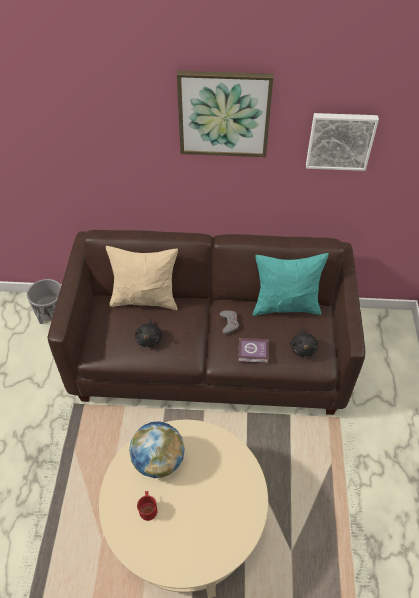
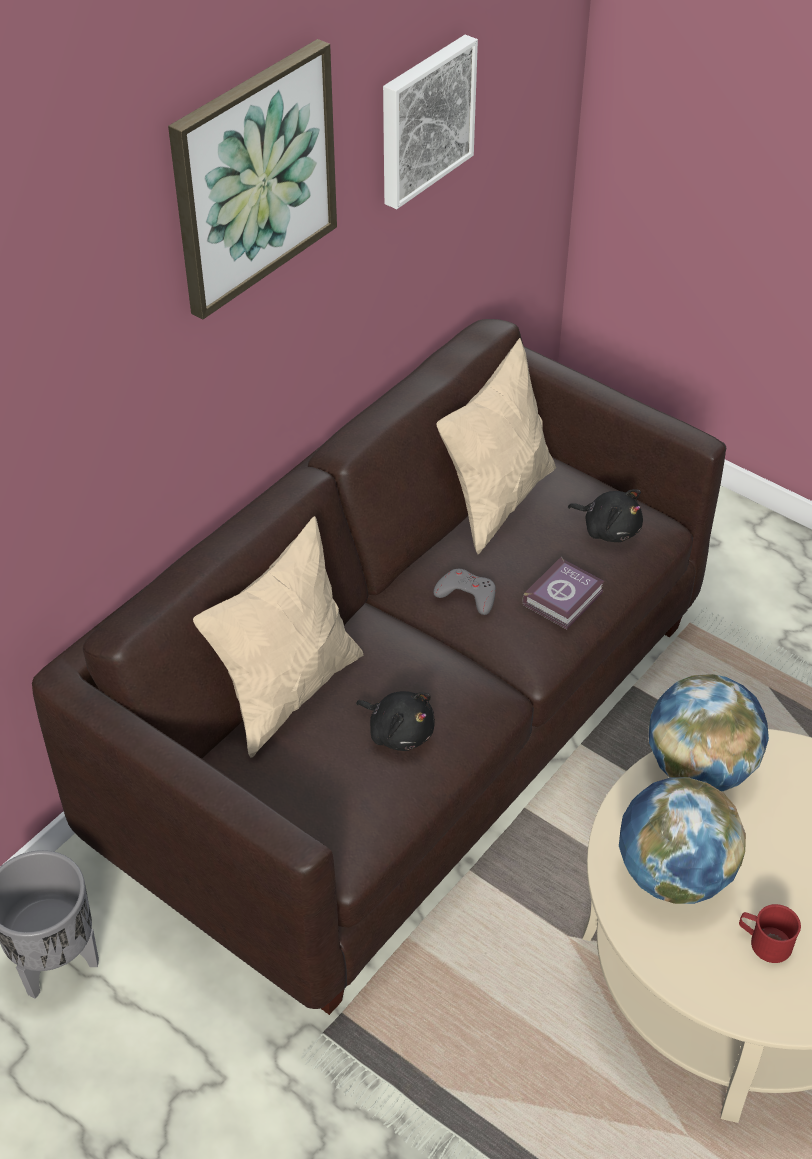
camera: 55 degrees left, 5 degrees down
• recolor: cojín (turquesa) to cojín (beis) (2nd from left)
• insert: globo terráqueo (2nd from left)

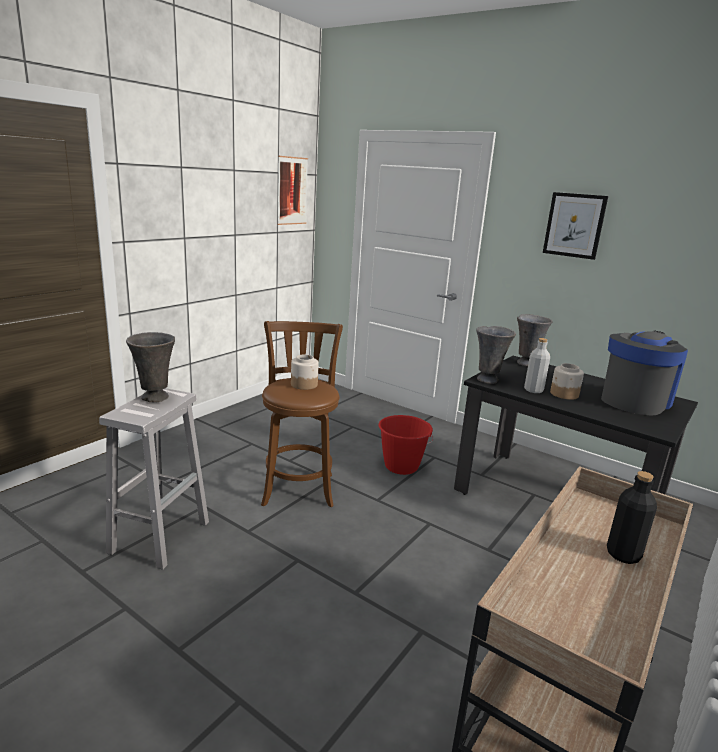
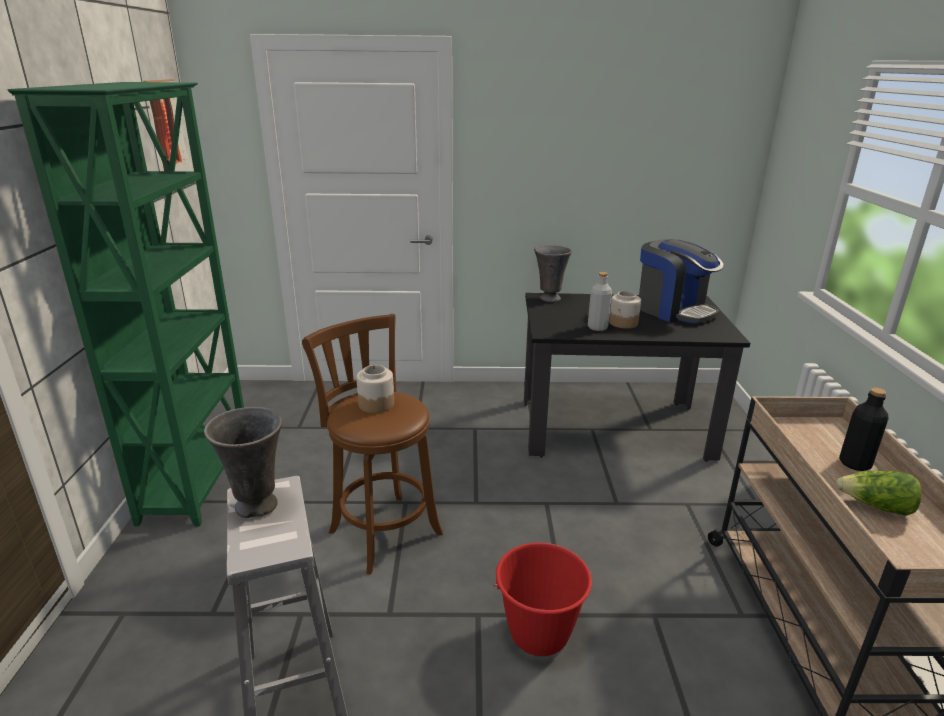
camera: 35 degrees left, 5 degrees up
• move: cubo (rojo)
• delete: florero (gris) (2nd from left)
• delete: cuadro (2nd from left)
• rotate: cafetera 135 degrees clockwise
• insert: estantería (verde)
• insert: lechuga

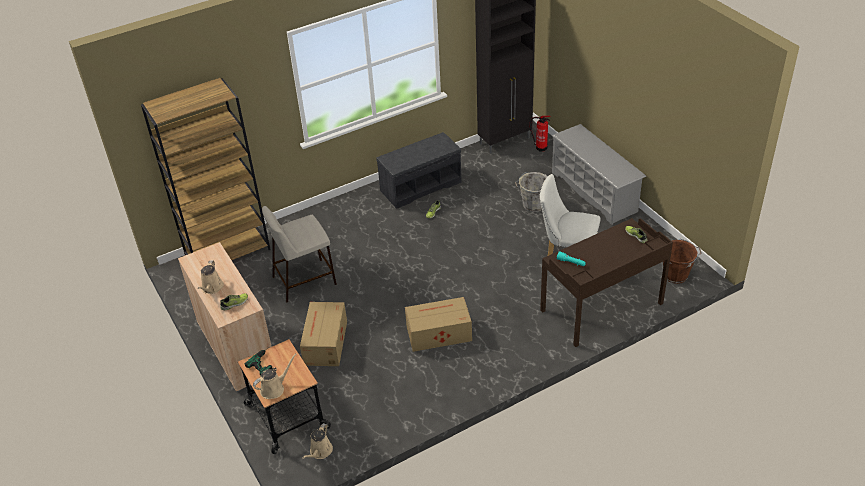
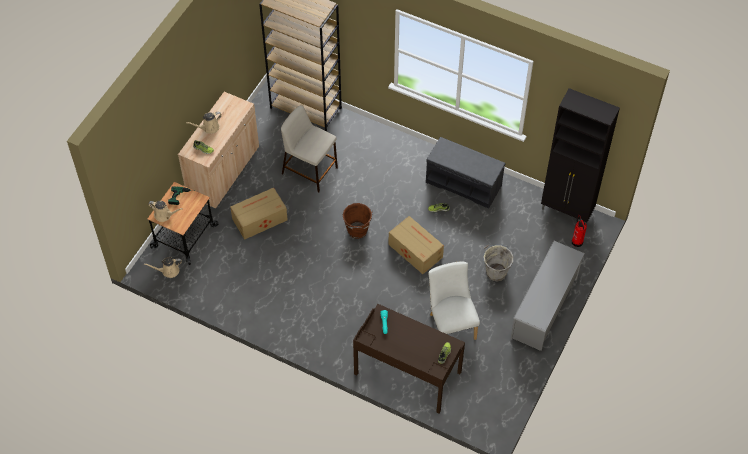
camera: 55 degrees right, 15 degrees up
• move: caja de cartón (2nd from left)
• move: cubo (marrón)

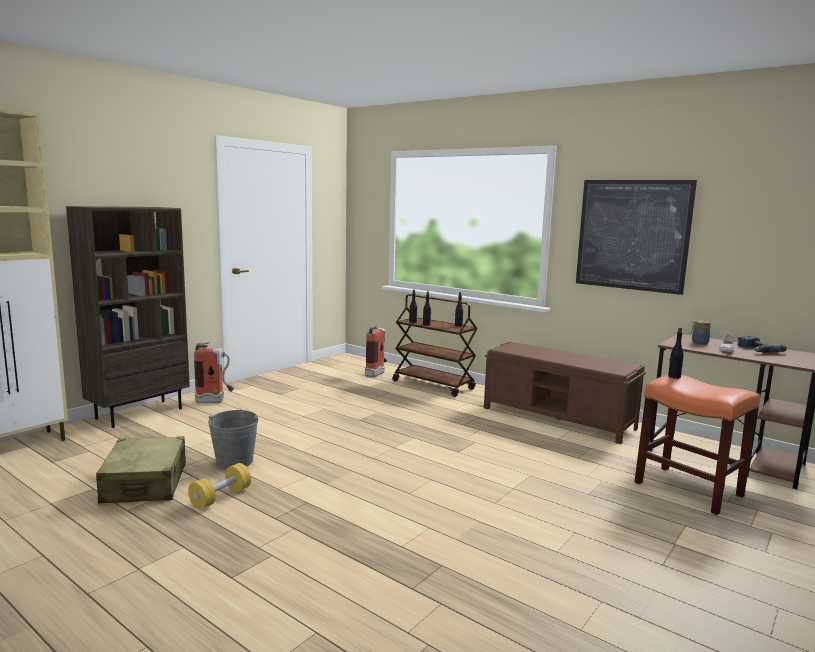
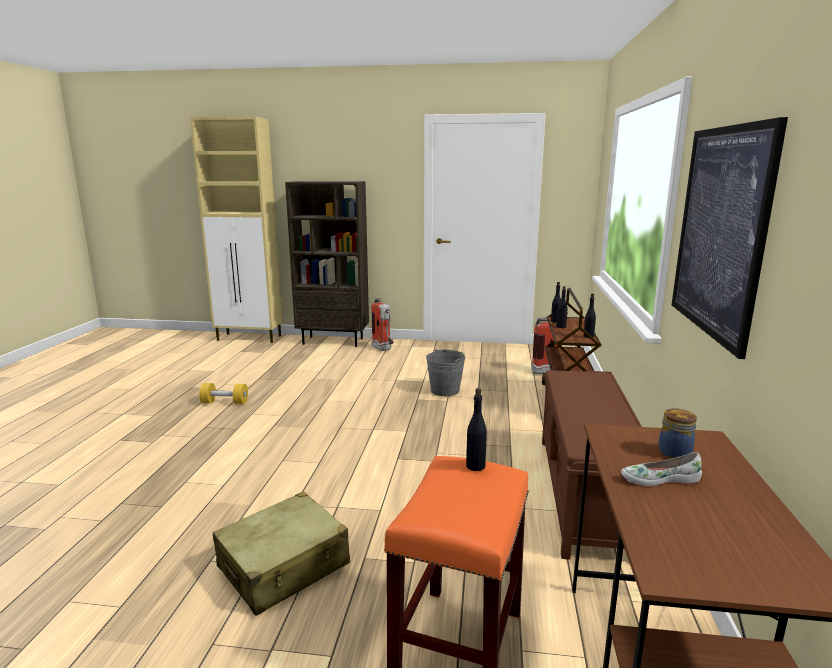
camera: 60 degrees right, 5 degrees up
• move: maleta (beis)
• move: cubo (gris)
• delete: taladro

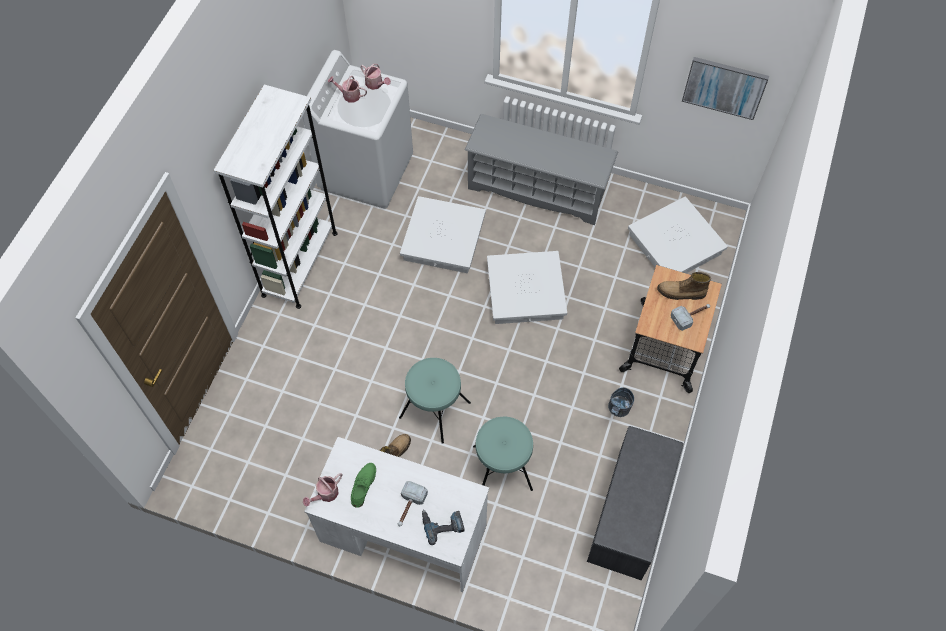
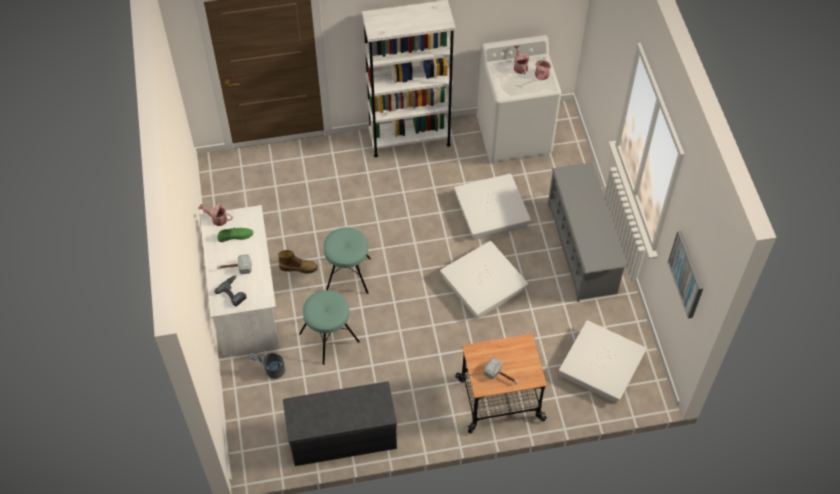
camera: 60 degrees right, 5 degrees down
• move: cubo (gris)
• delete: bota (2nd from left)

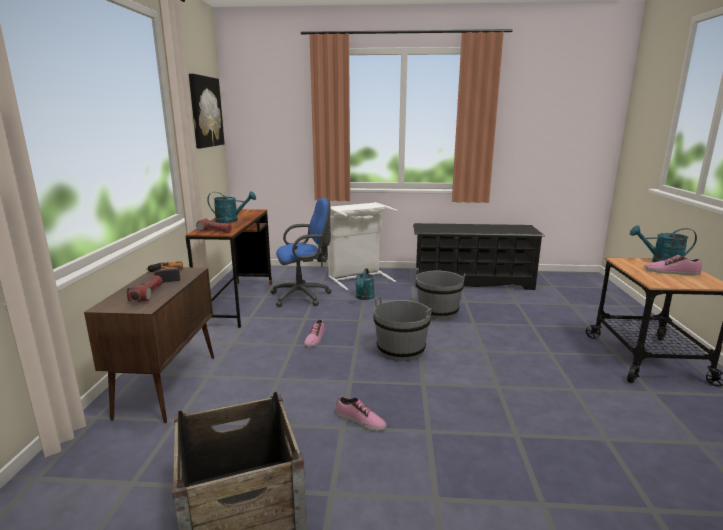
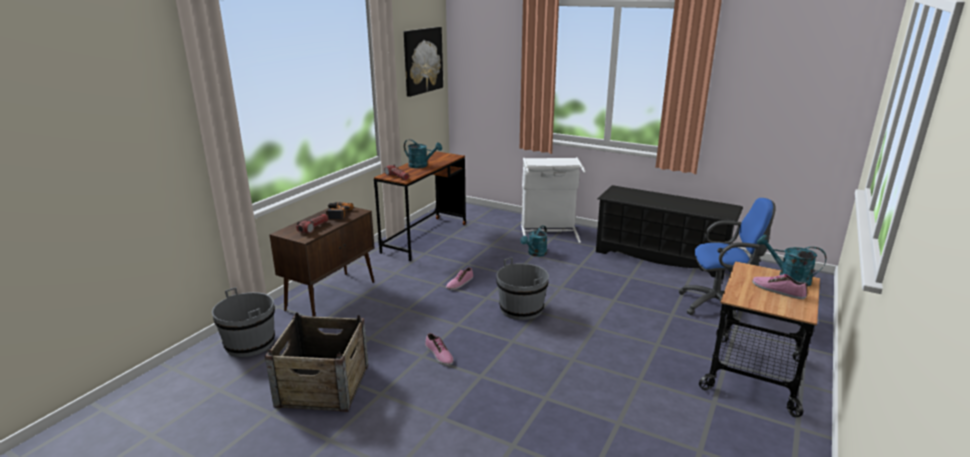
camera: 25 degrees right, 5 degrees up
• move: silla de oficina (azul)
• move: cubo (gris) (2nd from left in the first image) to cubo (gris) (1st from left)

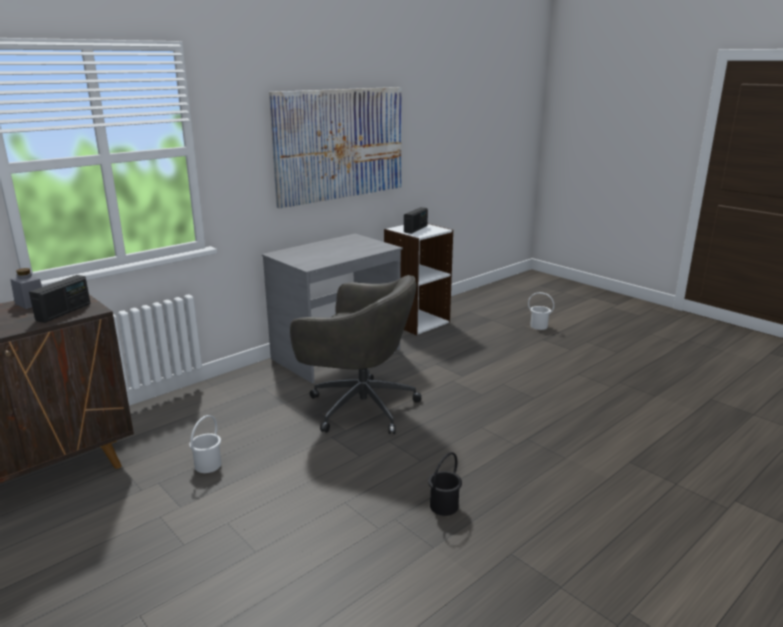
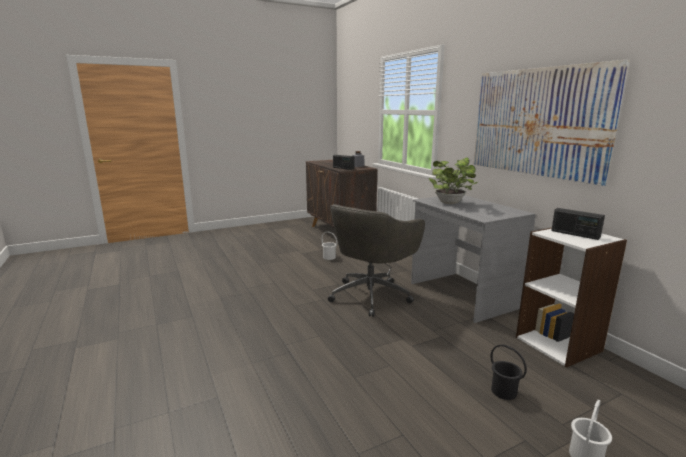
camera: 105 degrees right, 5 degrees down
• move: cubo (negro)
• insert: planta en maceta

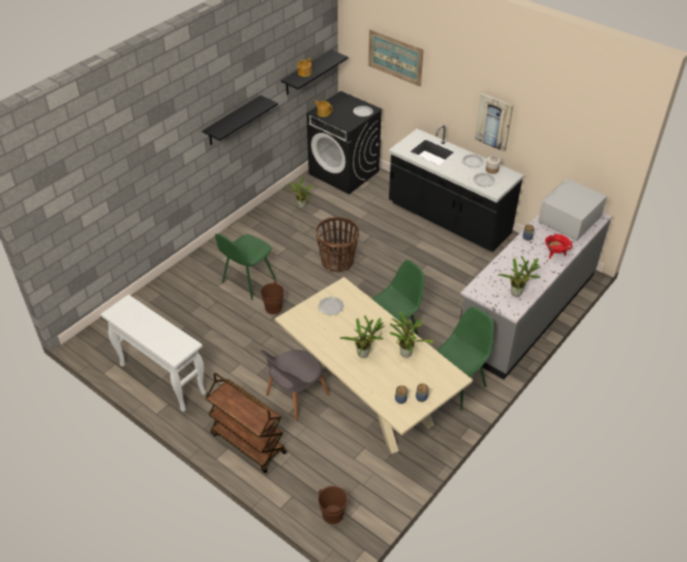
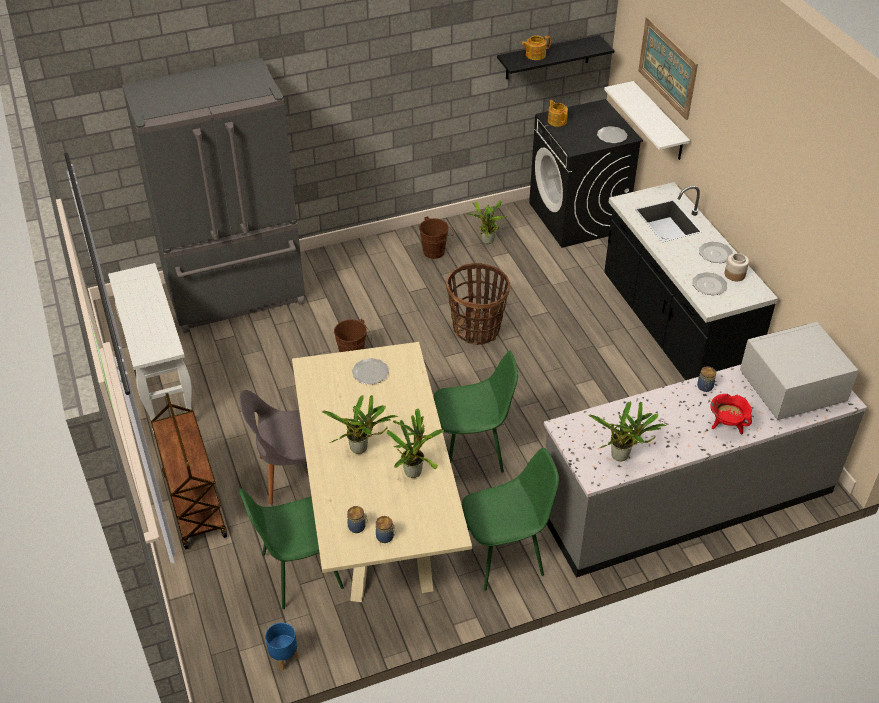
camera: 30 degrees right, 0 degrees up
• delete: estante (negro) (1st from left)
• move: silla (verde) (1st from left)
• move: cubo (marrón) (2nd from left)
• delete: cuadro (2nd from left)
• insert: nevera (gris)
• insert: maceta (azul)
• insert: estante (blanco)

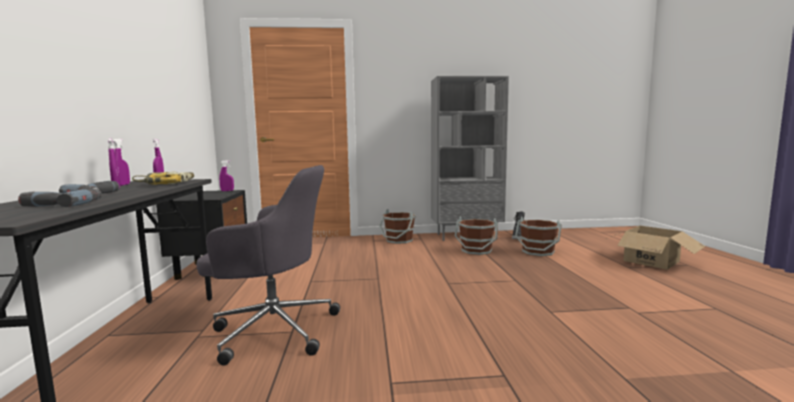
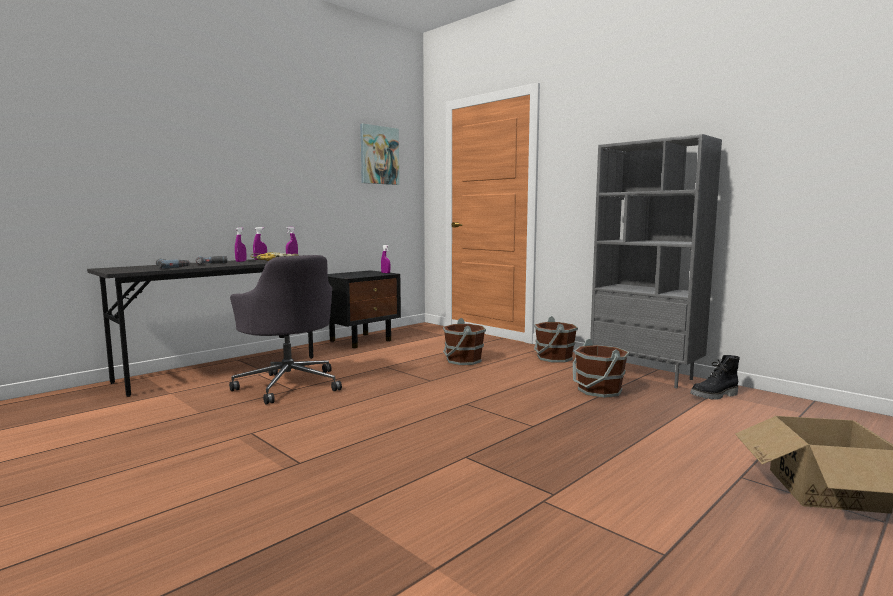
camera: 50 degrees right, 0 degrees up
• move: cubo (marrón) (3rd from left in the first image) to cubo (marrón) (1st from left)
• insert: cuadro

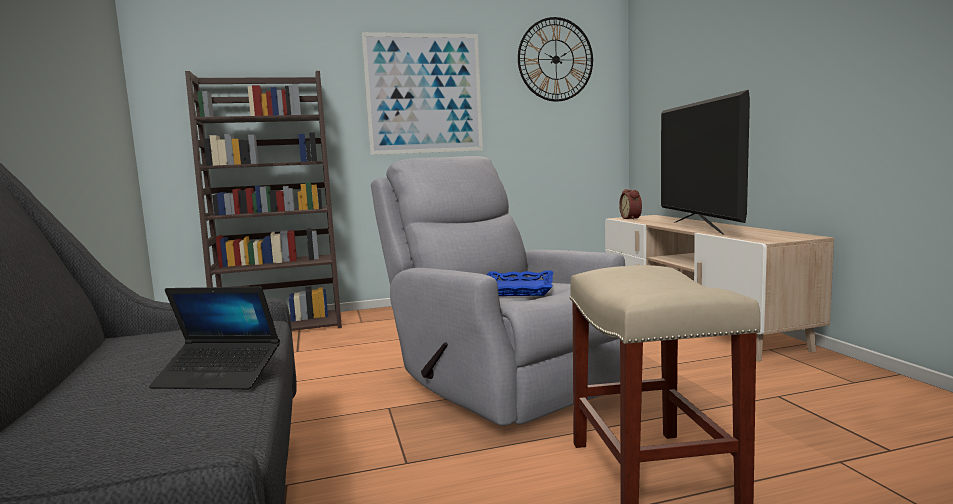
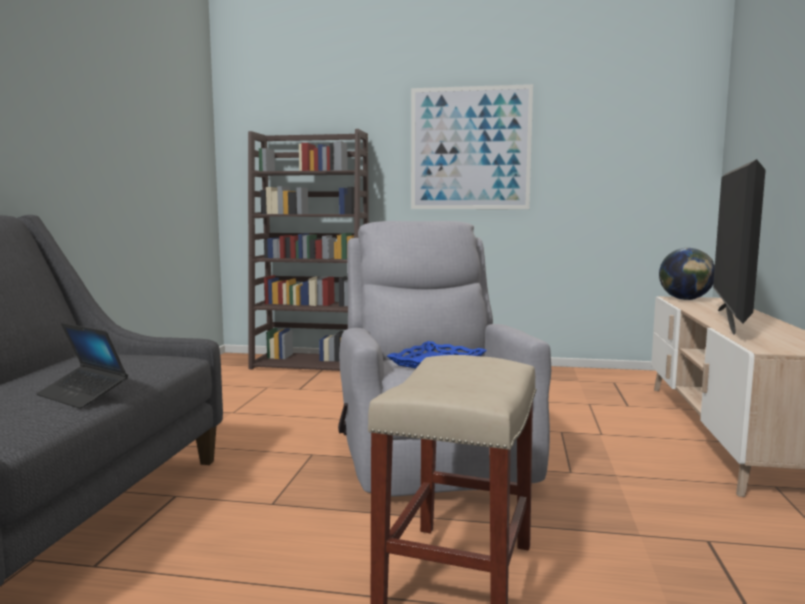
camera: 25 degrees right, 0 degrees up
• delete: reloj de pared
• replace: despertador to globo terráqueo

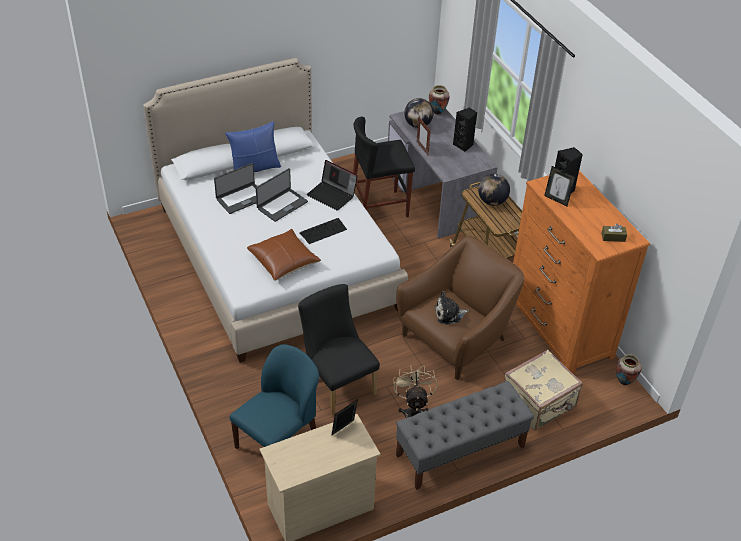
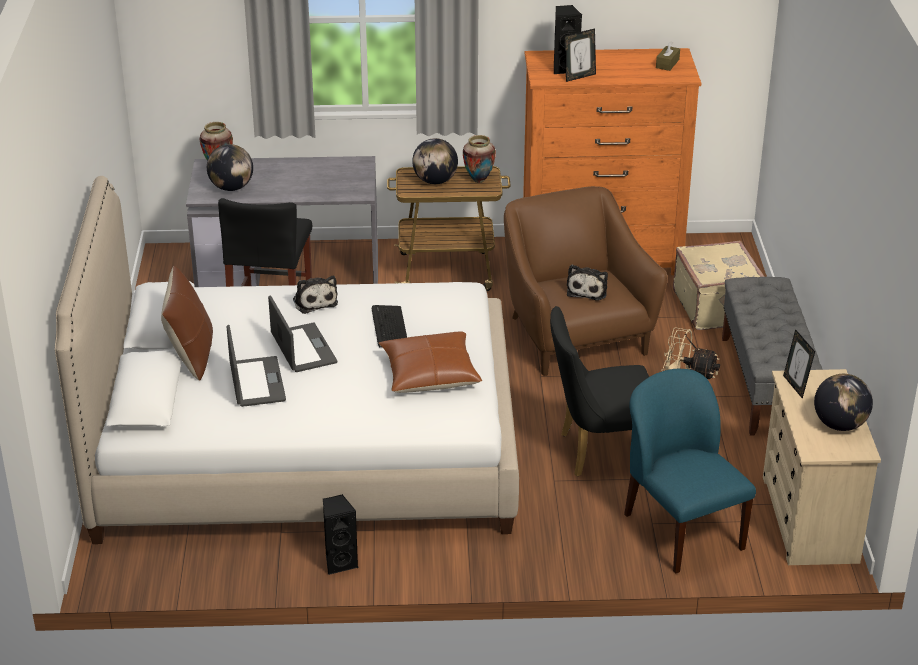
camera: 65 degrees left, 10 degrees down
• recolor: cojín (azul) to cojín (marrón) (1st from left)
• replace: portátil (3rd from left) to peluche (1st from left)
• delete: portarretratos (2nd from left)
• move: altavoz (negro) (1st from left)
• move: florero (2nd from left)
• insert: globo terráqueo (3rd from left)

